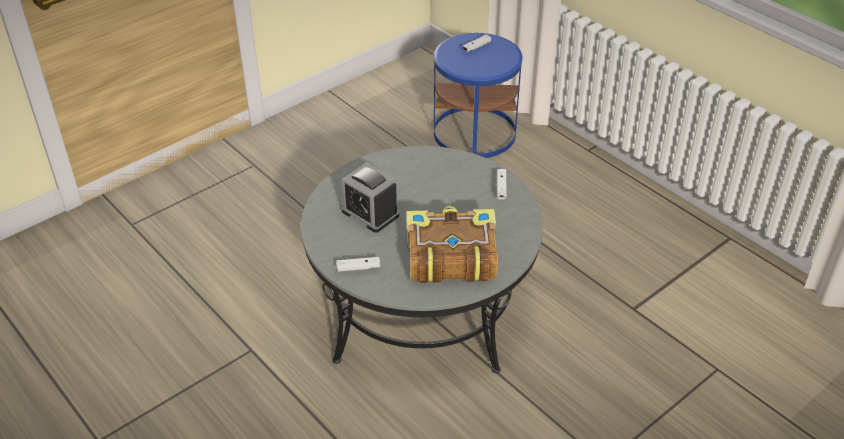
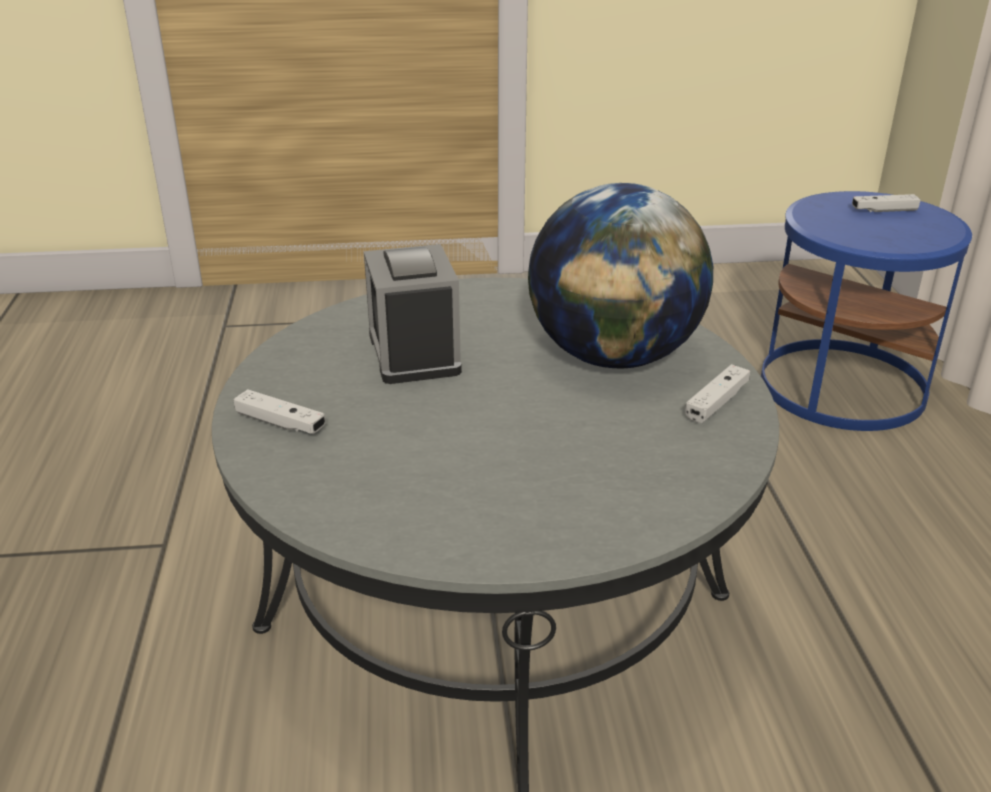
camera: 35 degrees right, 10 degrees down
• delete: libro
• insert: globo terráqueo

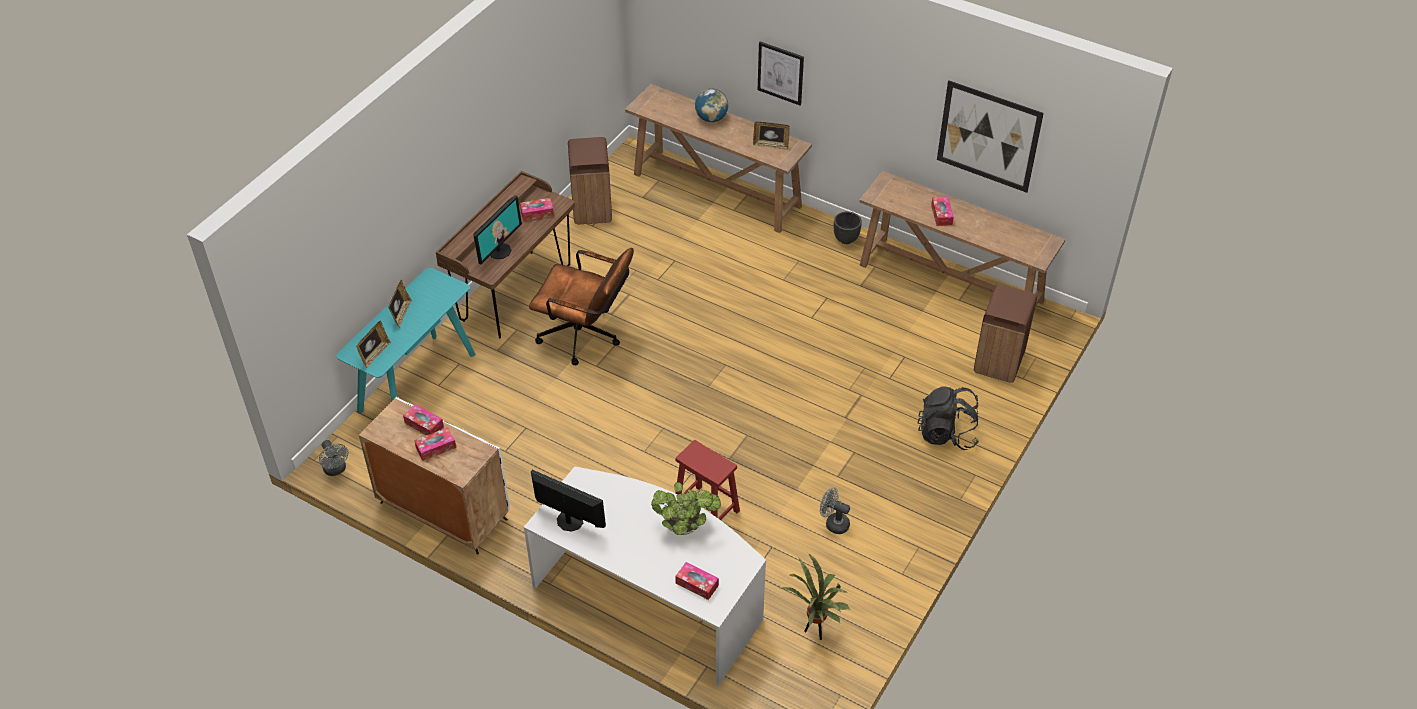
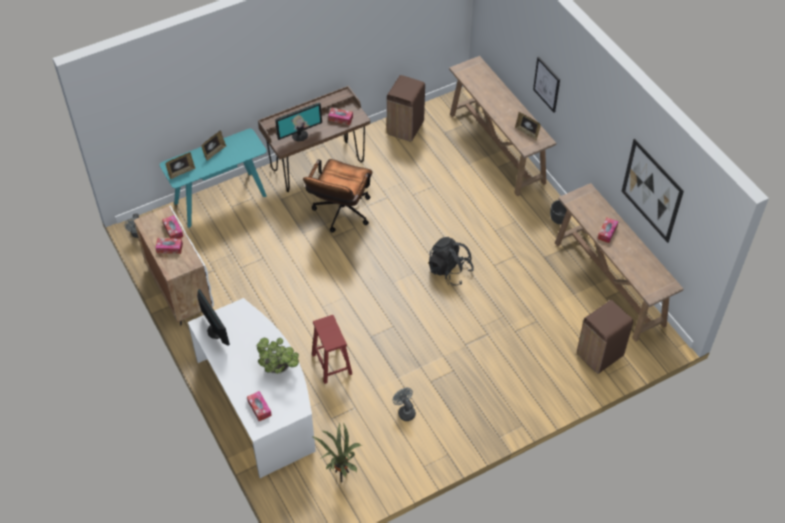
camera: 30 degrees right, 5 degrees up
• rotate: silla de oficina (marrón) 60 degrees clockwise
• delete: globo terráqueo
• move: mochila (negro)

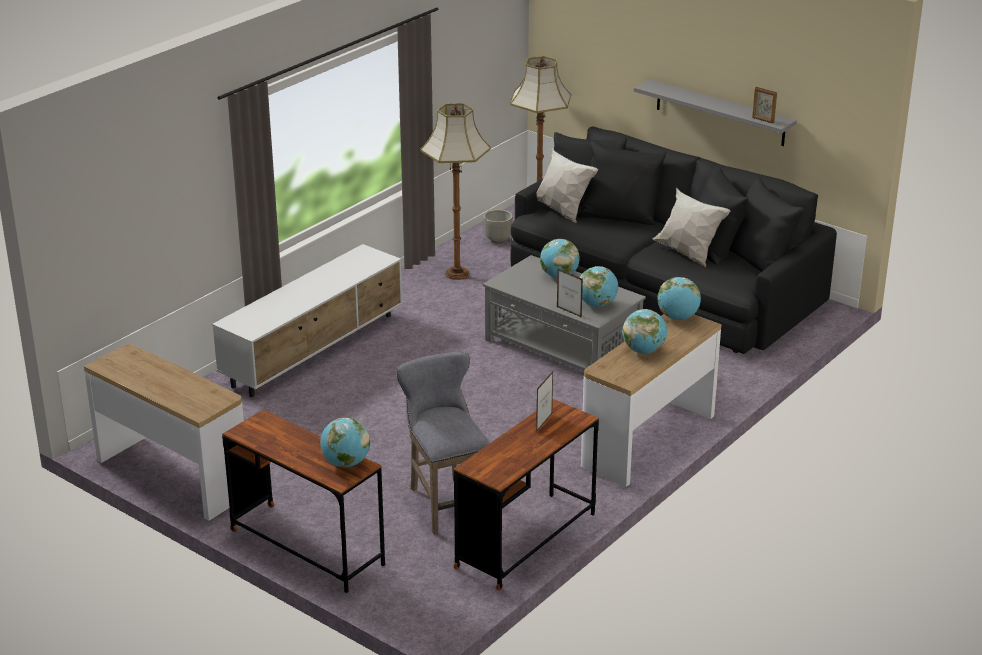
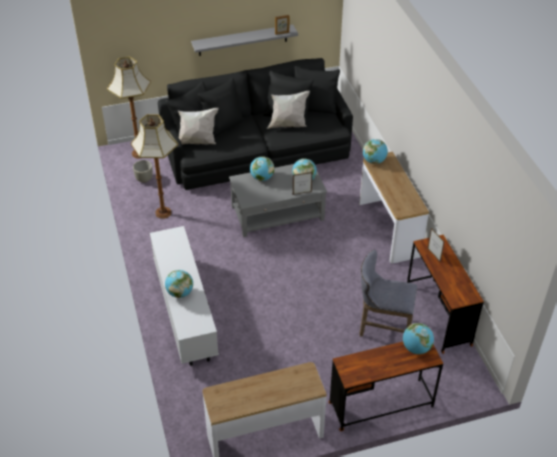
camera: 55 degrees left, 15 degrees up
• move: globo terráqueo (4th from left in the first image) to globo terráqueo (1st from left)

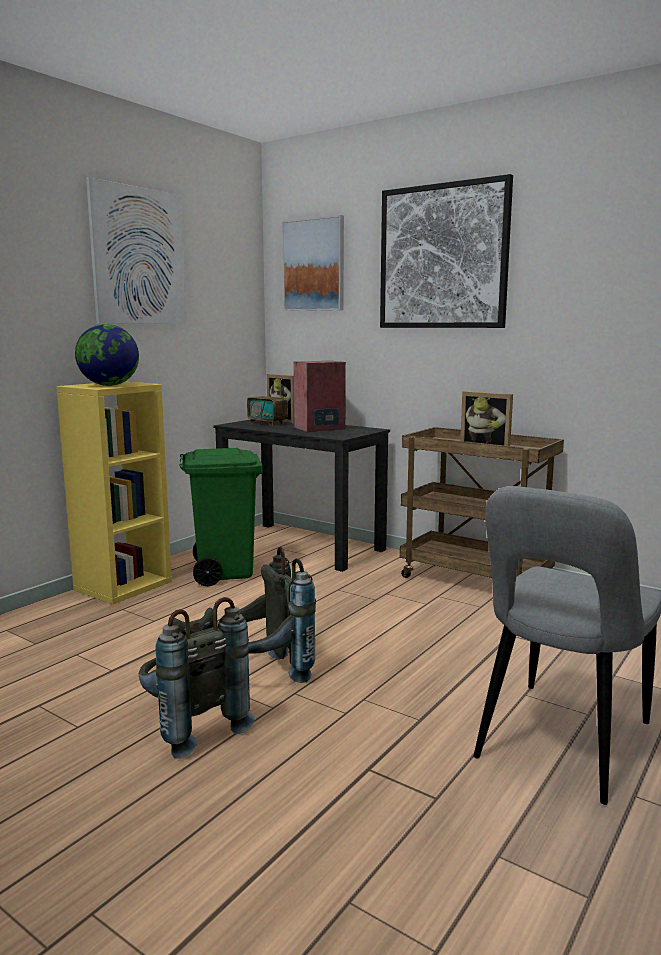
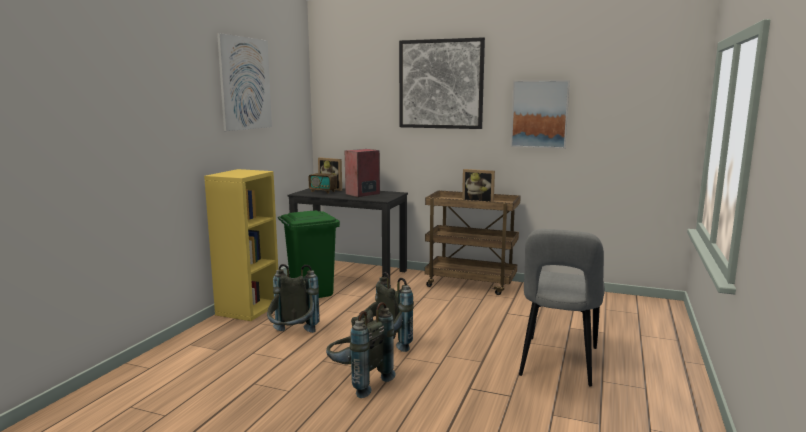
camera: 15 degrees left, 0 degrees up
• delete: globo terráqueo
• move: cuadro (2nd from left in the first image) to cuadro (3rd from left)
• insert: mochila (gris) (1st from left)

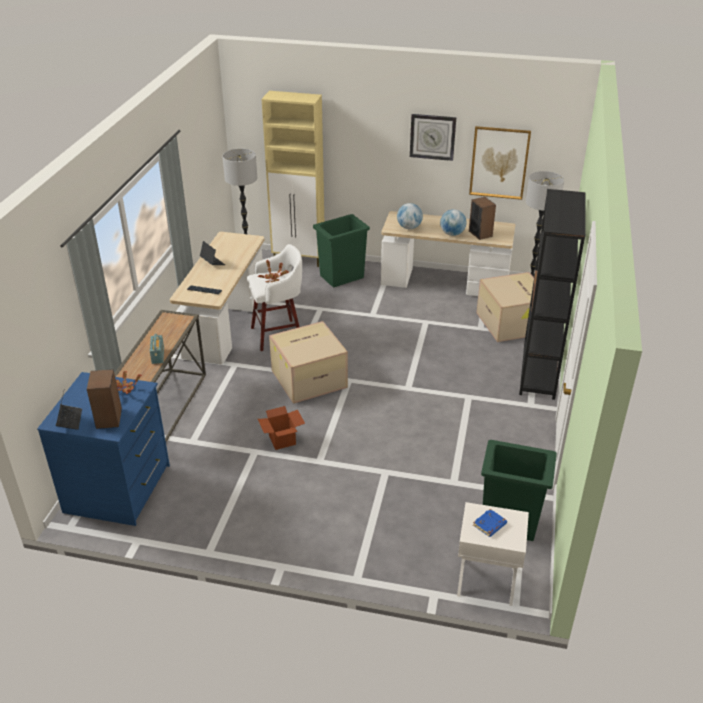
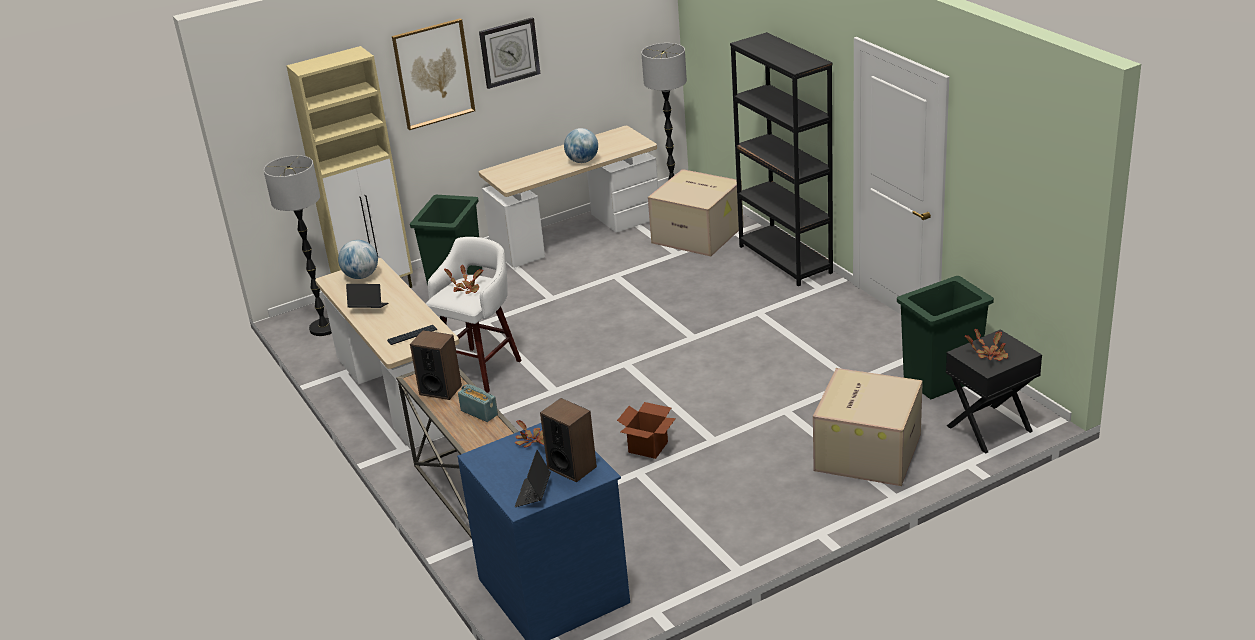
camera: 40 degrees left, 5 degrees down
• rotate: portátil (1st from left in the first image) 120 degrees counterclockwise
• move: caja de cartón (2nd from left in the first image) to caja de cartón (3rd from left)
• move: globo terráqueo (1st from left)
• recolor: mesita de noche (blanco) to mesita de noche (negro)
• move: cuadro
• move: altavoz (2nd from left in the first image) to altavoz (1st from left)
• replace: libro (azul) to planta en maceta (3rd from left)

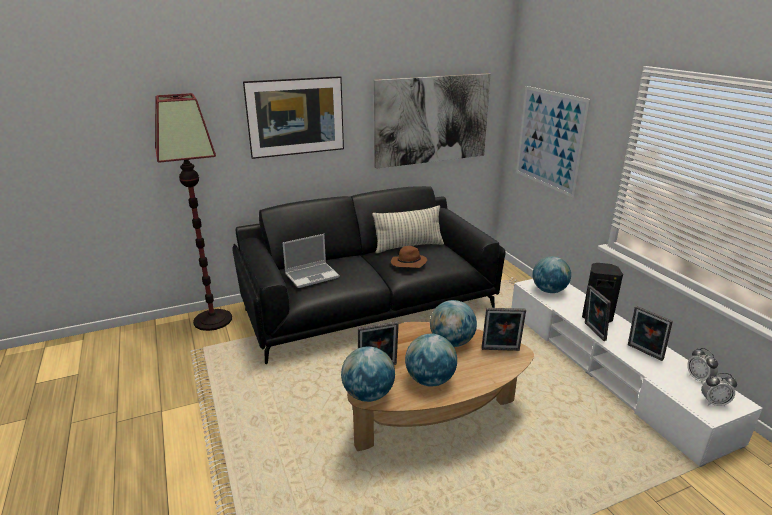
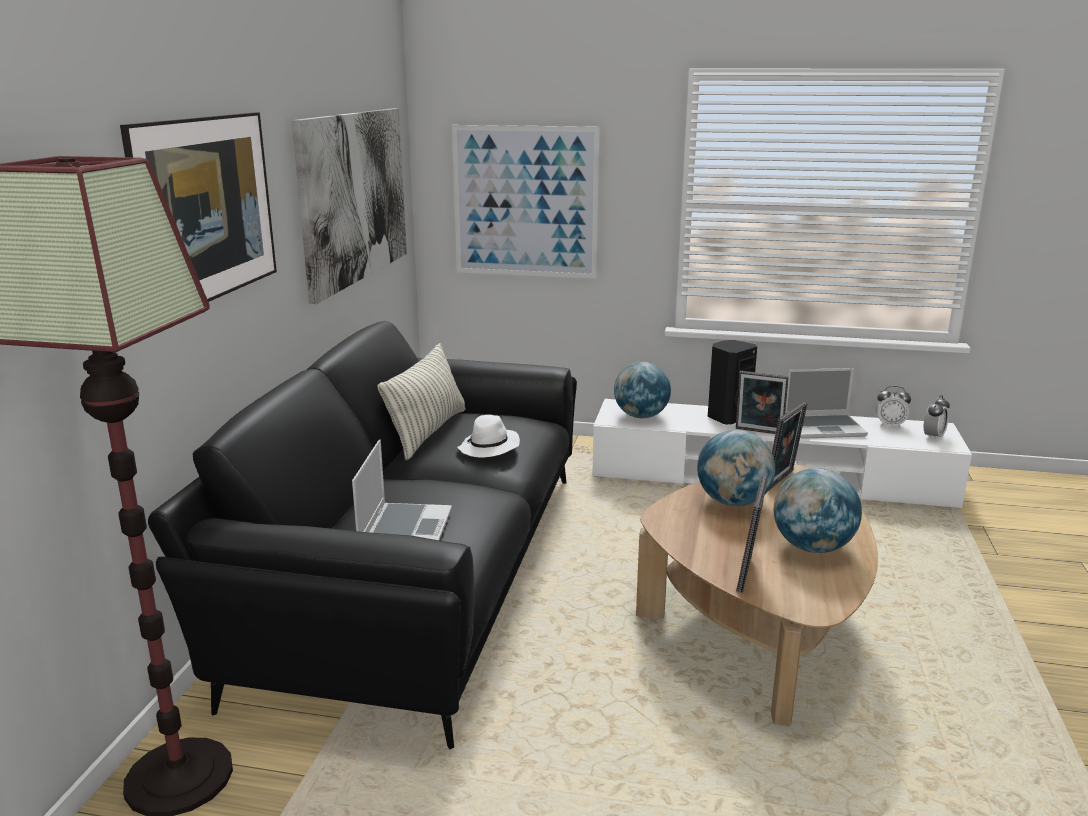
camera: 55 degrees left, 5 degrees down
• delete: globo terráqueo (1st from left)
• recolor: sombrero (marrón) to sombrero (blanco)
• replace: portarretratos (4th from left) to portátil (2nd from left)

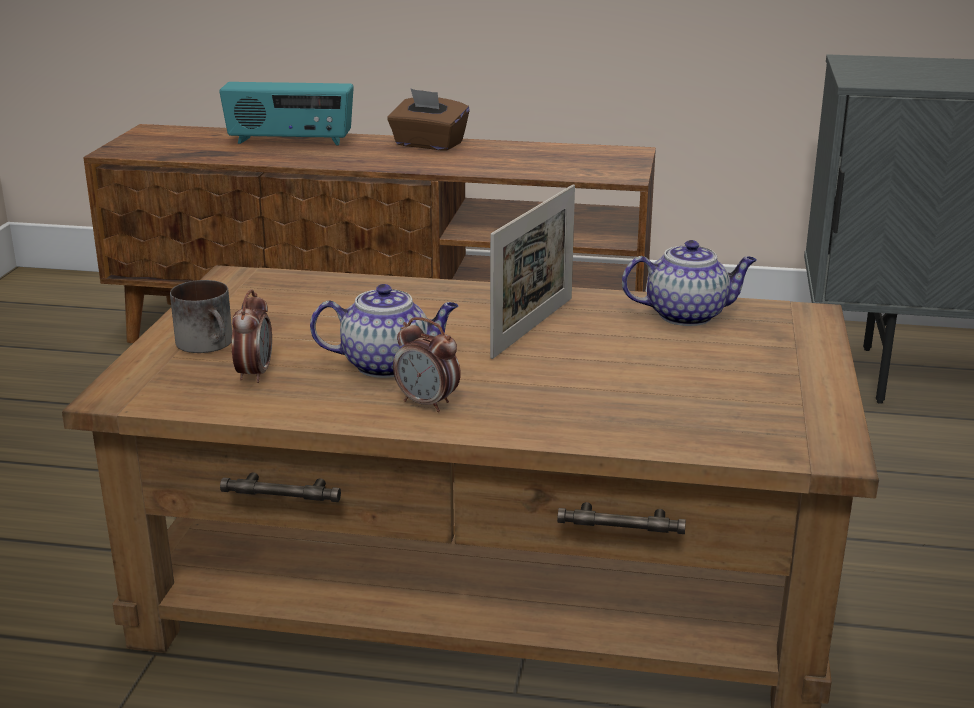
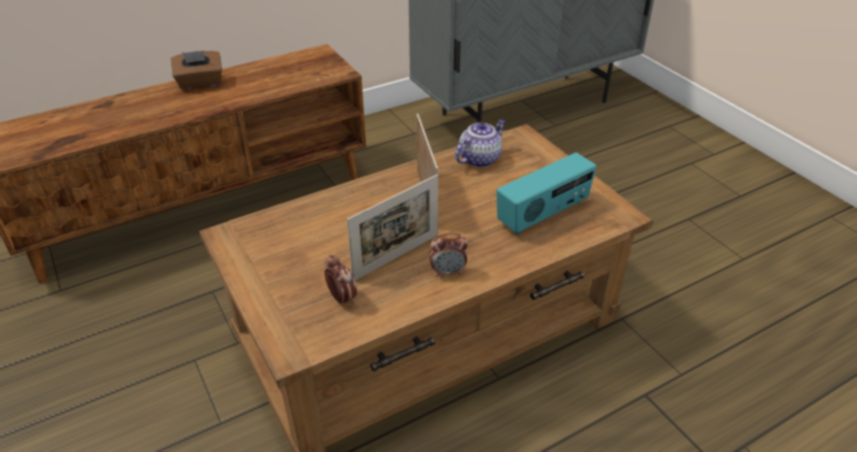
camera: 40 degrees left, 15 degrees up
• delete: taza grande
• move: radio
• replace: tetera (1st from left) to portarretratos (1st from left)

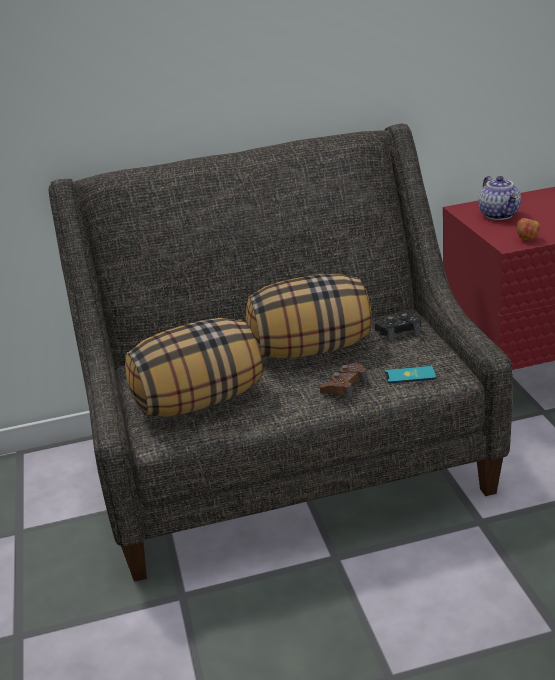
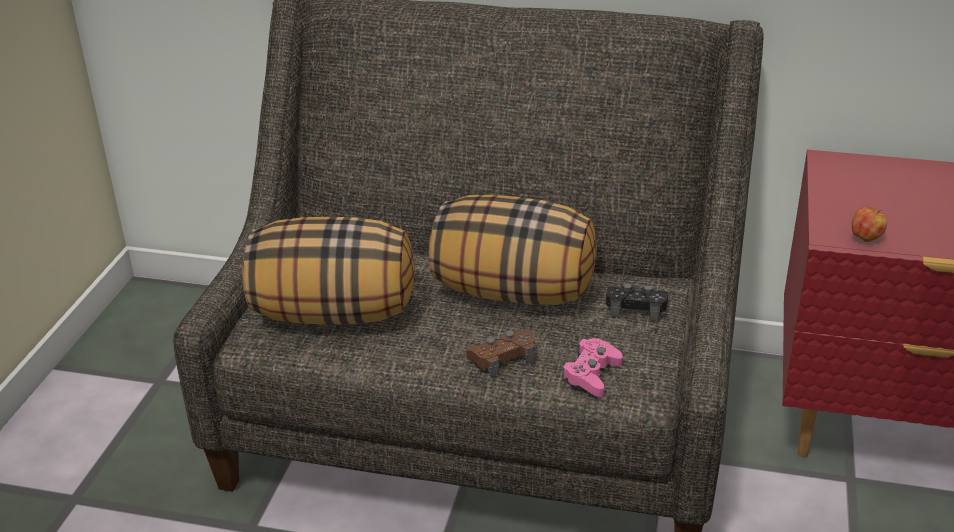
camera: 25 degrees right, 5 degrees up
• replace: móvil to mando de consola (rosa)
• delete: tetera

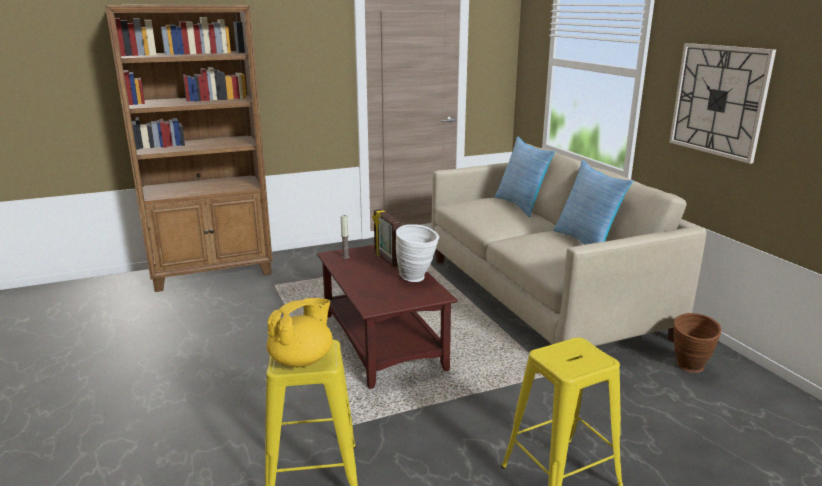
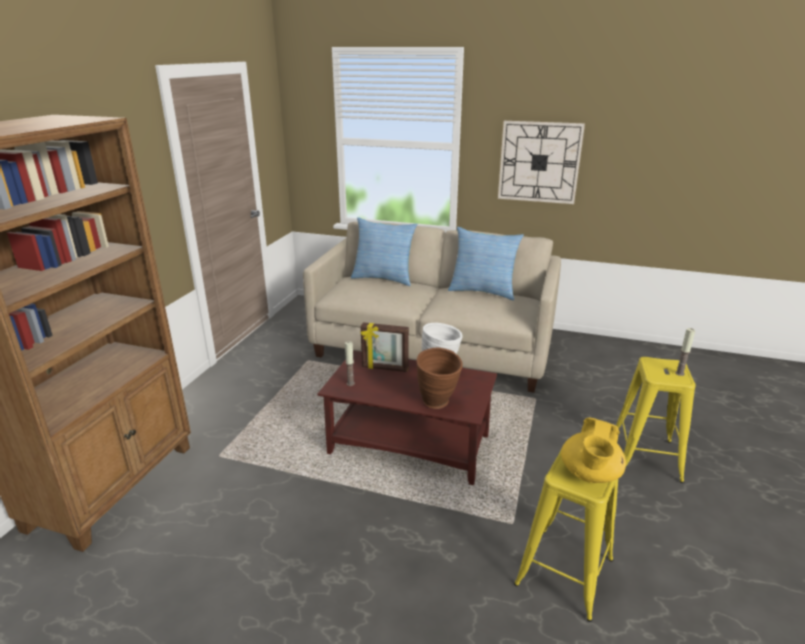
camera: 50 degrees left, 5 degrees up
• rotate: tetera (amarillo) 150 degrees counterclockwise
• move: florero (marrón)
• insert: vela (2nd from left)

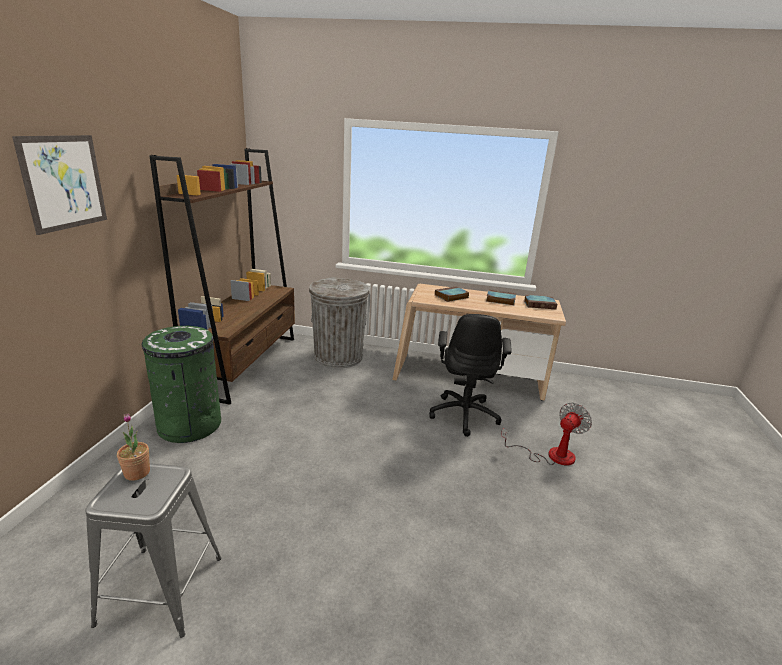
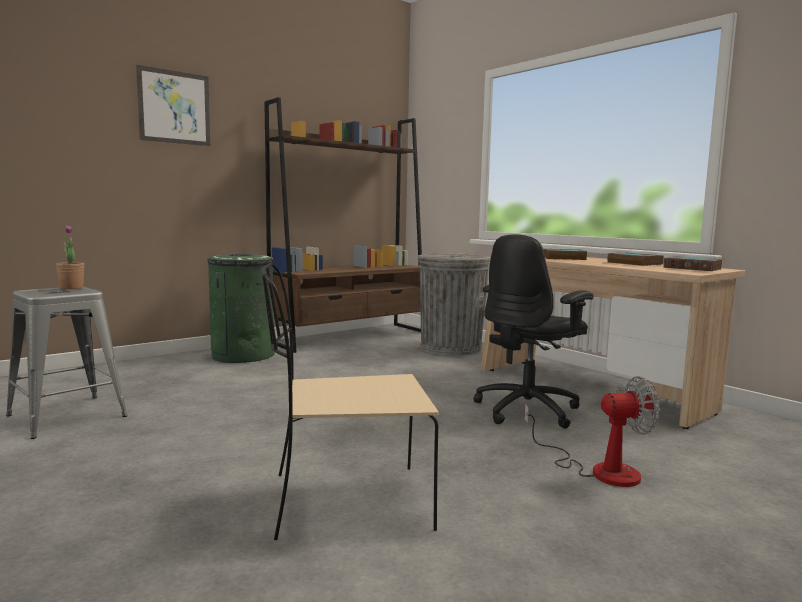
camera: 40 degrees right, 15 degrees down
• insert: silla (beis)

